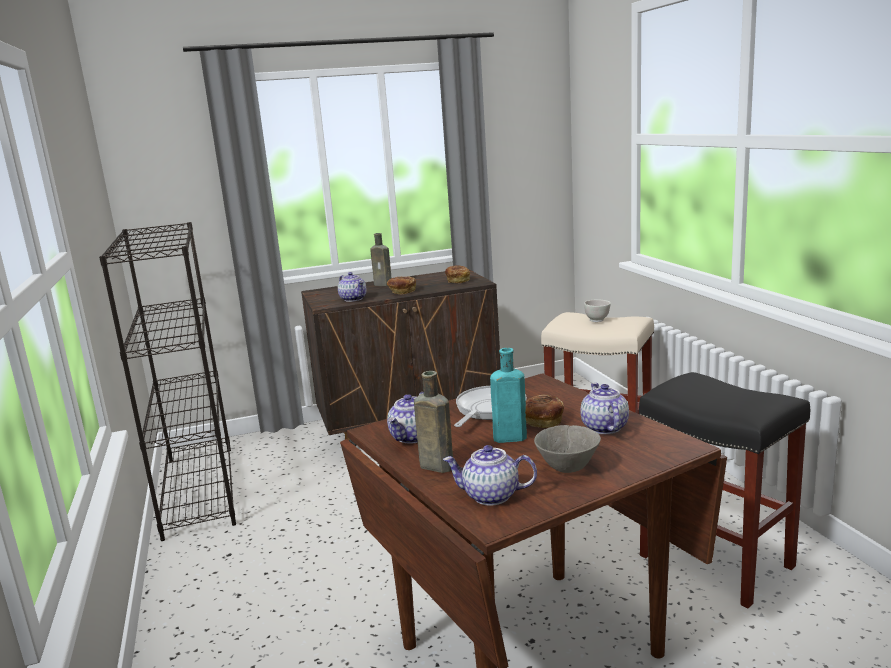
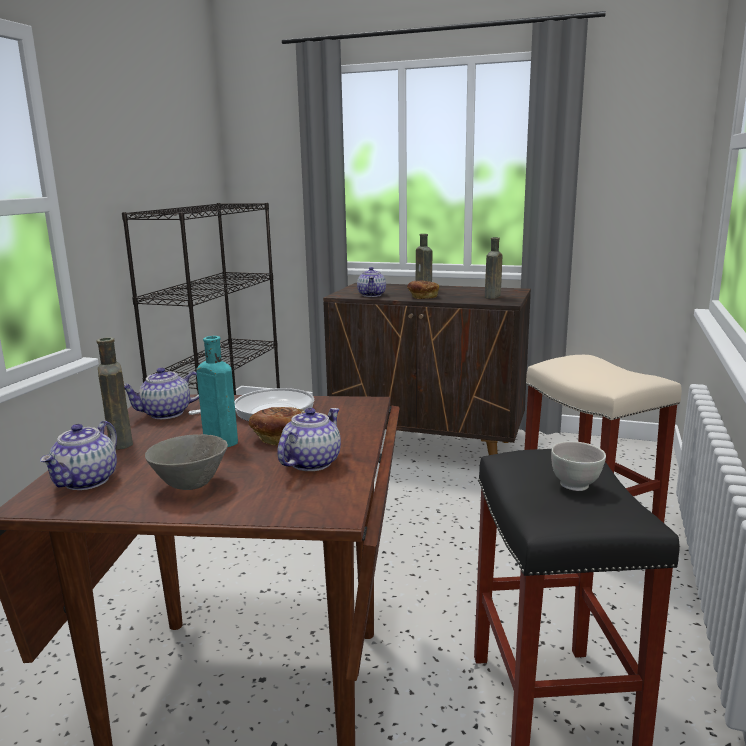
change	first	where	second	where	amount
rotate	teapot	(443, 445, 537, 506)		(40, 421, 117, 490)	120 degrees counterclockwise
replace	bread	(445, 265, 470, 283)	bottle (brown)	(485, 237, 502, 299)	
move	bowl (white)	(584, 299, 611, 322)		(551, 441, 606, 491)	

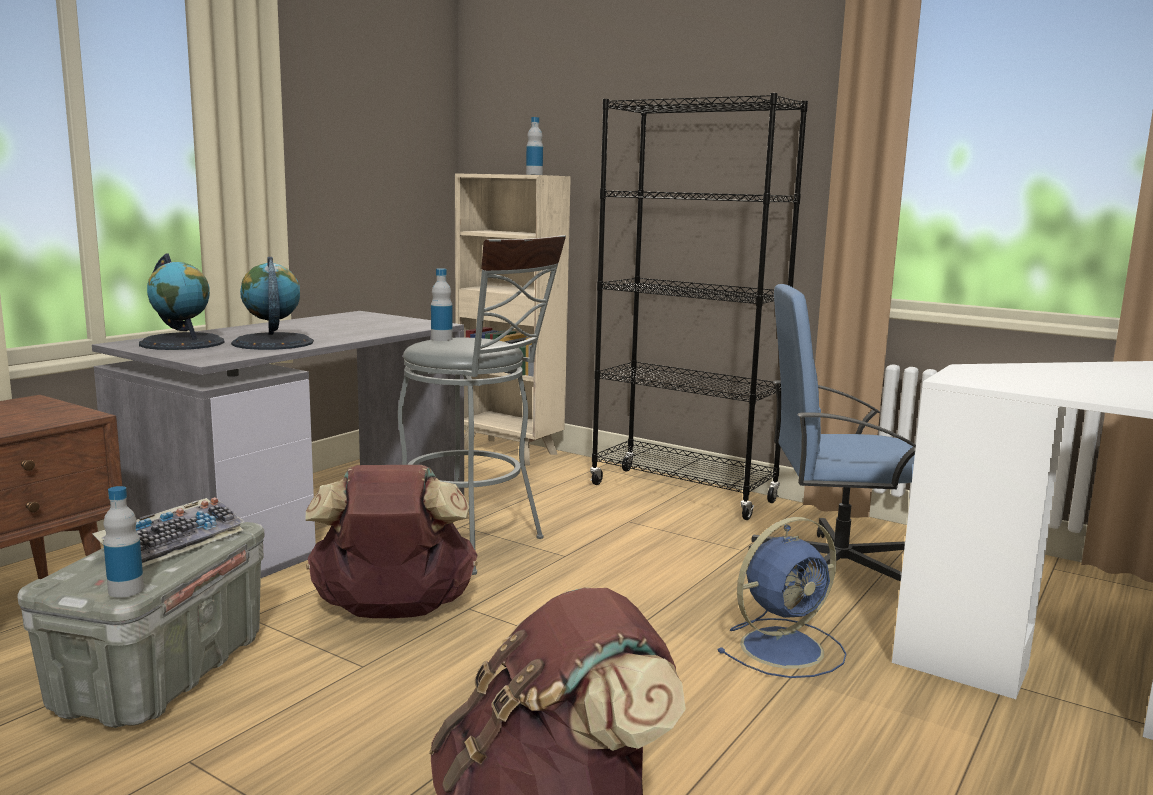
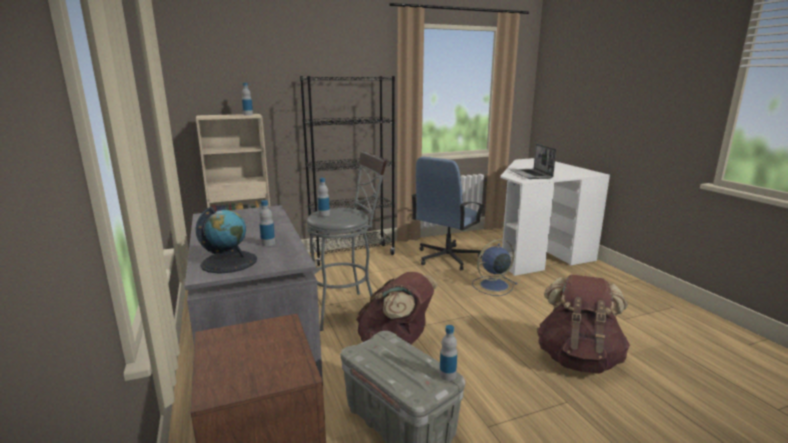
change	first	where	second	where	amount
delete	keyboard	(92, 497, 245, 567)			
replace	globe	(231, 257, 314, 350)	bottle	(259, 200, 275, 246)	
rotate	fan (blue)	(717, 517, 847, 678)		(472, 239, 517, 296)	120 degrees counterclockwise
insert			laptop	(510, 144, 556, 179)	

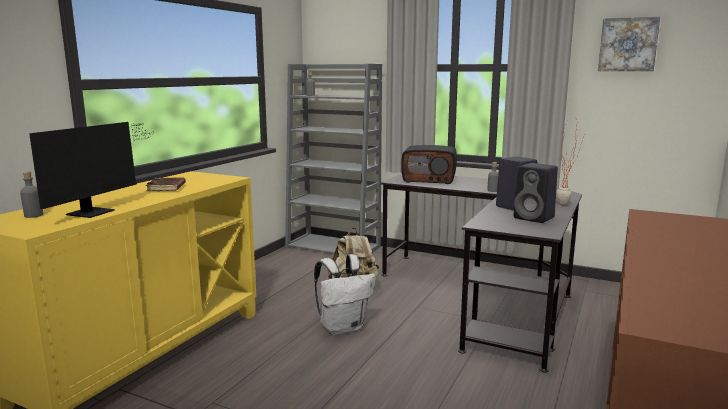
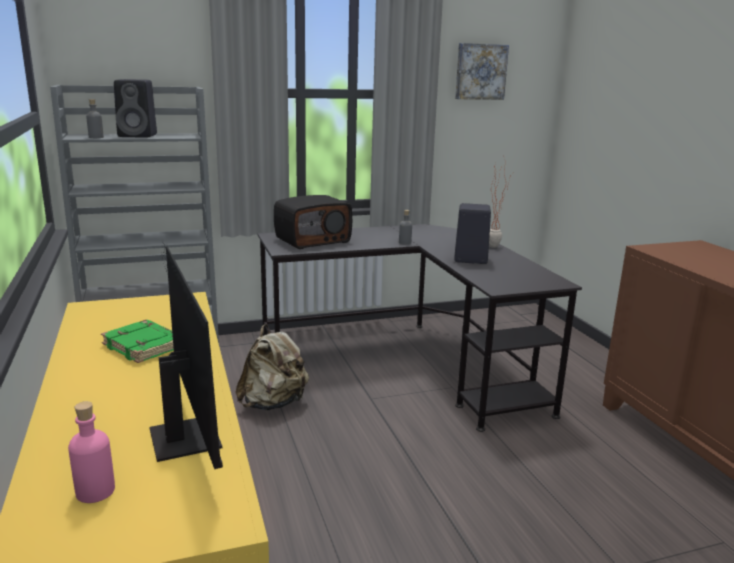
change	first	where	second	where	amount
recolor	bottle (grey)	(20, 171, 43, 218)	bottle (pink)	(68, 401, 115, 503)	
recolor	book (brown)	(146, 177, 186, 191)	book (green)	(101, 320, 174, 363)	
delete	backpack (white)	(314, 254, 375, 335)			
move	speaker (black)	(514, 163, 558, 223)		(114, 79, 157, 138)	

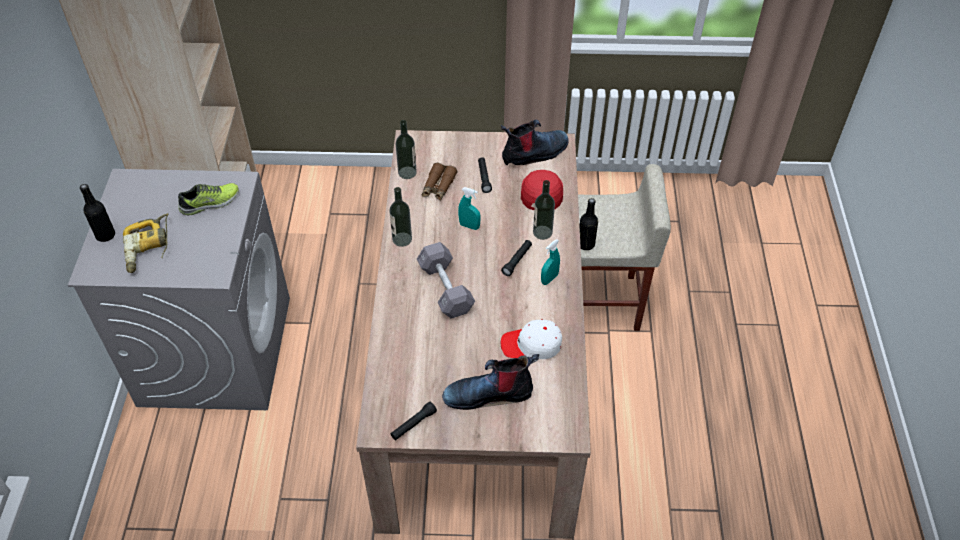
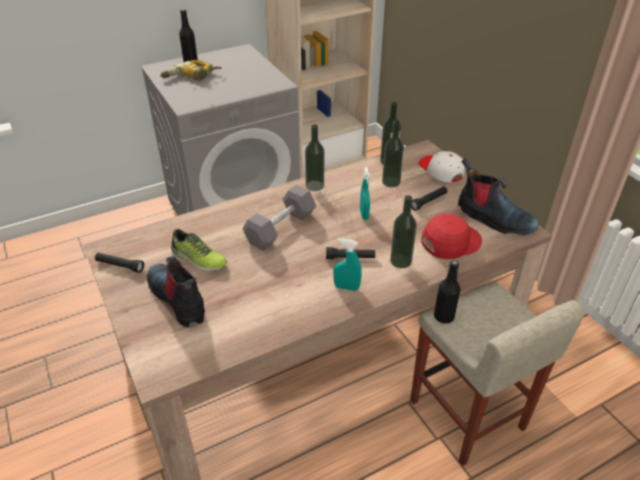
change	first	where	second	where	amount
move	shoe	(178, 183, 239, 215)		(171, 229, 227, 272)	
replace	binoculars (brown)	(422, 163, 457, 201)	bottle	(382, 121, 404, 187)	
move	cap (white)	(501, 319, 562, 359)		(419, 151, 465, 182)	

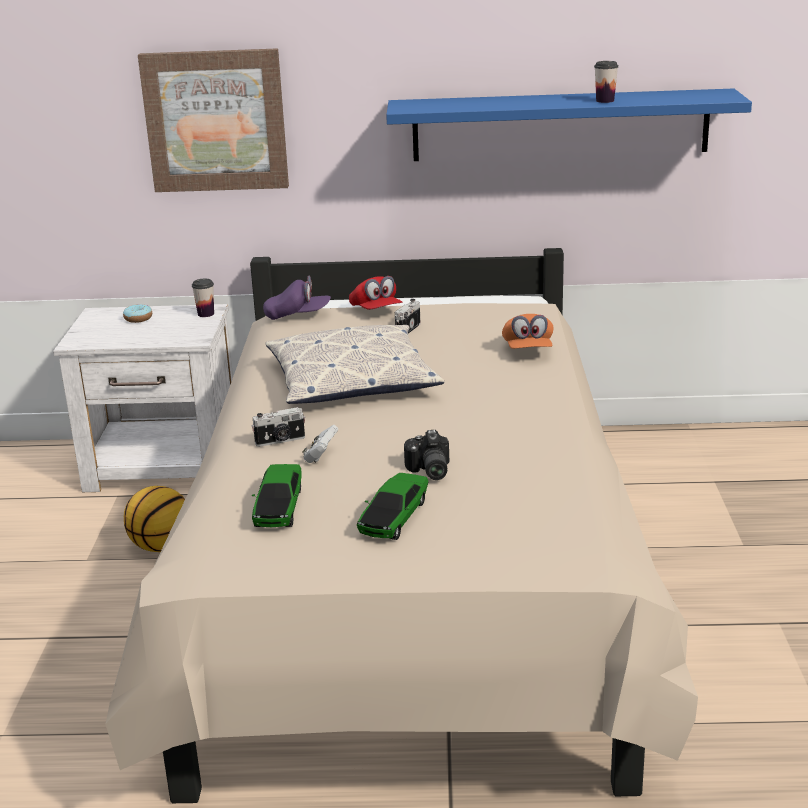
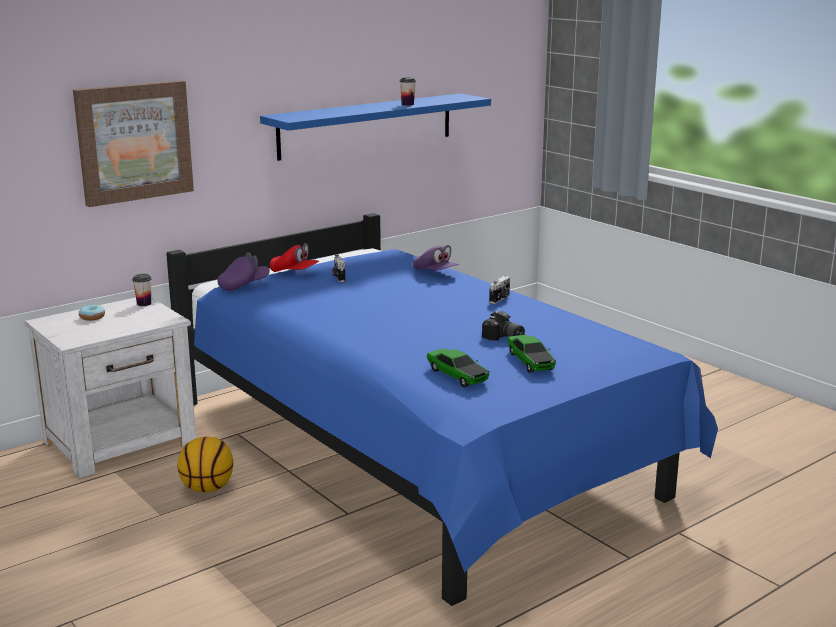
change	first	where	second	where	amount
recolor	bed (beige)	(105, 248, 698, 803)	bed (blue)	(166, 213, 718, 606)	
move	photo camera	(252, 407, 305, 447)		(489, 276, 510, 304)	
delete	pillow	(266, 325, 444, 404)			
delete	game controller (white)	(302, 425, 338, 463)			
recolor	cap (orange)	(502, 314, 553, 349)	cap (purple)	(413, 245, 459, 271)	

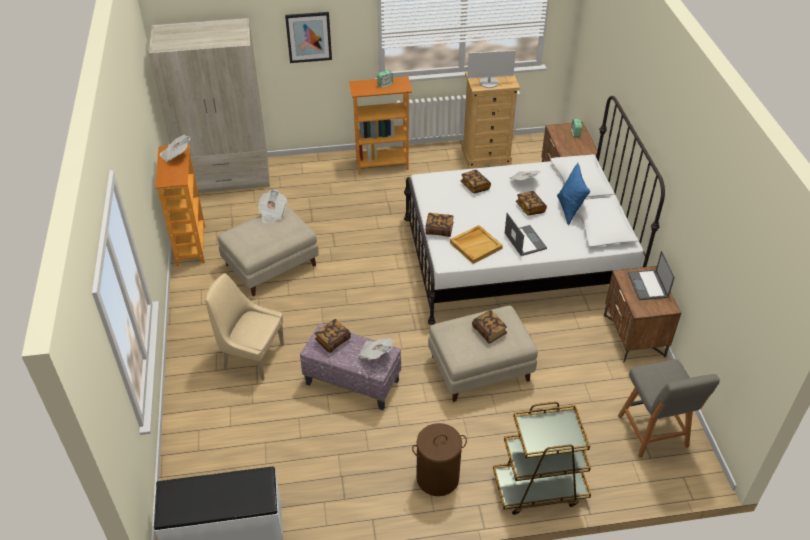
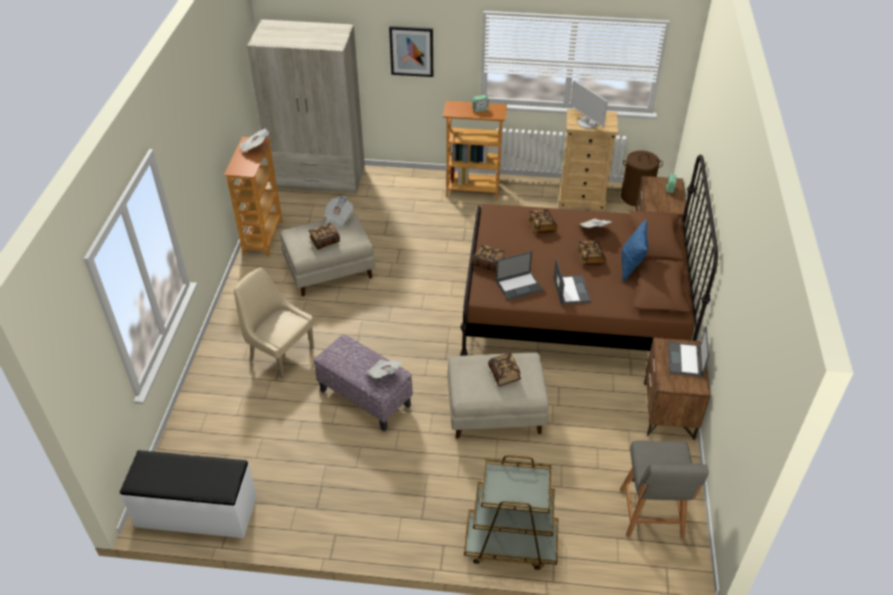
change	first	where	second	where	amount
move	book	(314, 319, 351, 353)		(309, 223, 340, 250)	
recolor	bed (white)	(404, 96, 665, 325)	bed (brown)	(460, 155, 718, 356)	
move	laundry basket (brown)	(412, 423, 467, 496)		(621, 151, 663, 206)	
replace	tray (beige)	(450, 225, 503, 264)	laptop	(496, 251, 543, 300)	
rotate	monitor	(467, 50, 516, 88)		(570, 80, 608, 129)	45 degrees clockwise

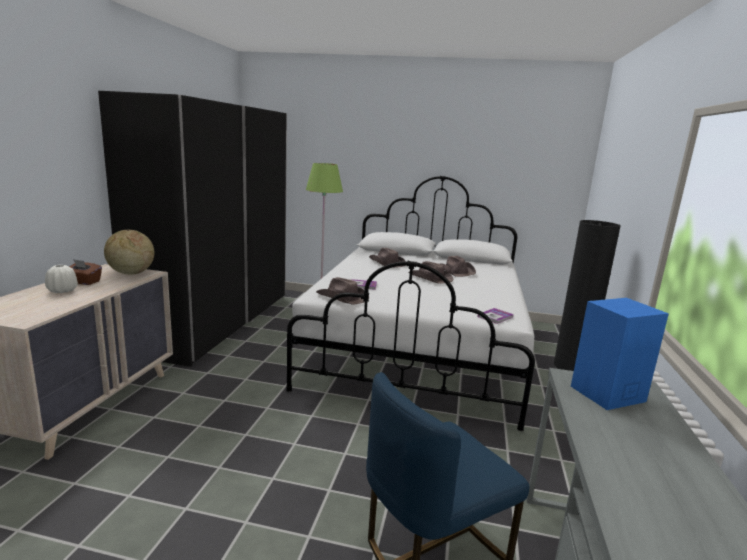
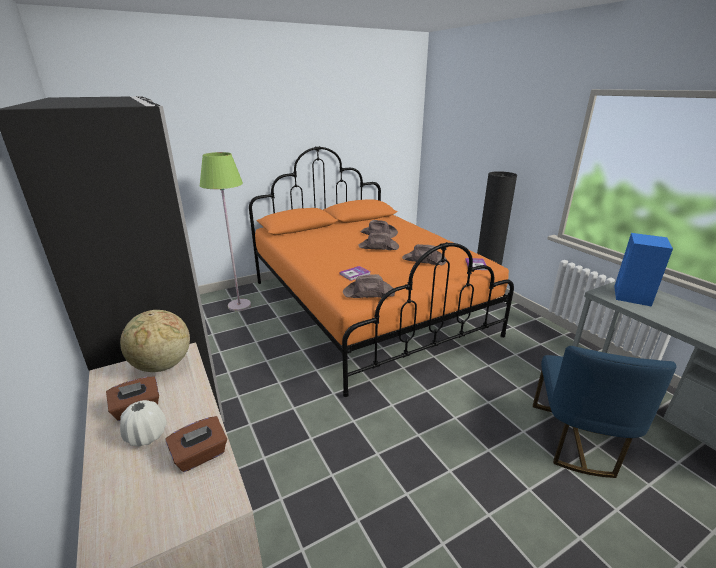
change	first	where	second	where	amount
recolor	bed (white)	(286, 176, 535, 431)	bed (orange)	(249, 146, 514, 397)	
move	hat (brown)	(369, 248, 405, 268)		(402, 244, 447, 265)	
insert			tissue box (brown)	(166, 416, 227, 472)	

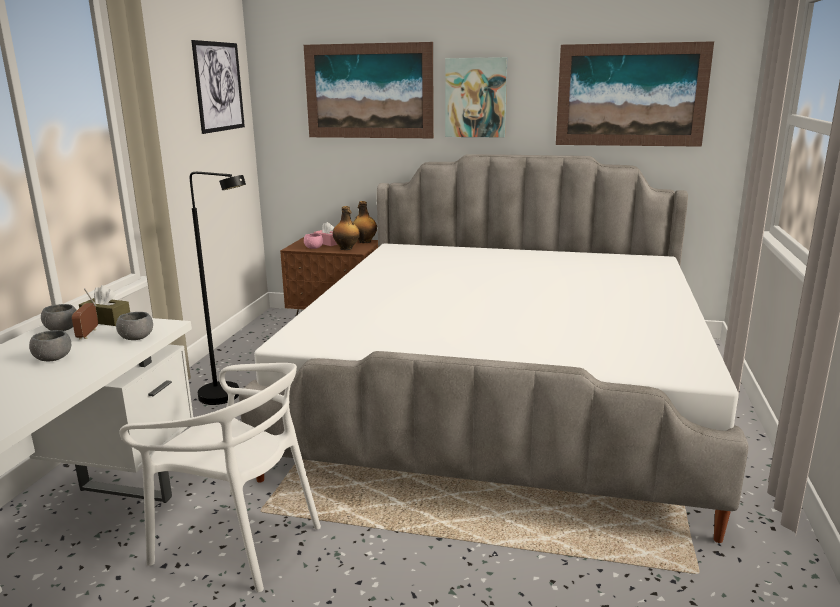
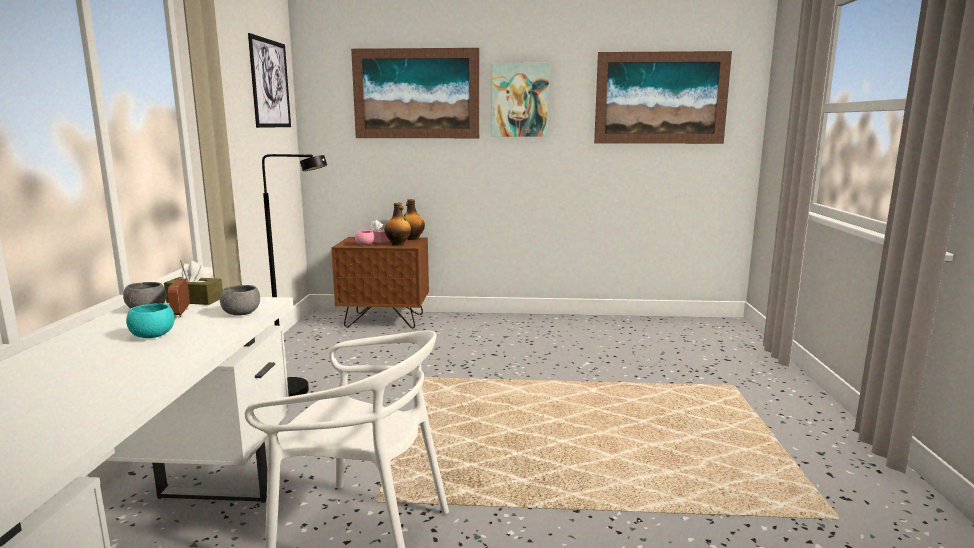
change	first	where	second	where	amount
recolor	bowl (grey)	(29, 330, 71, 361)	bowl (turquoise)	(126, 304, 175, 338)	
delete	bed	(239, 154, 748, 543)			

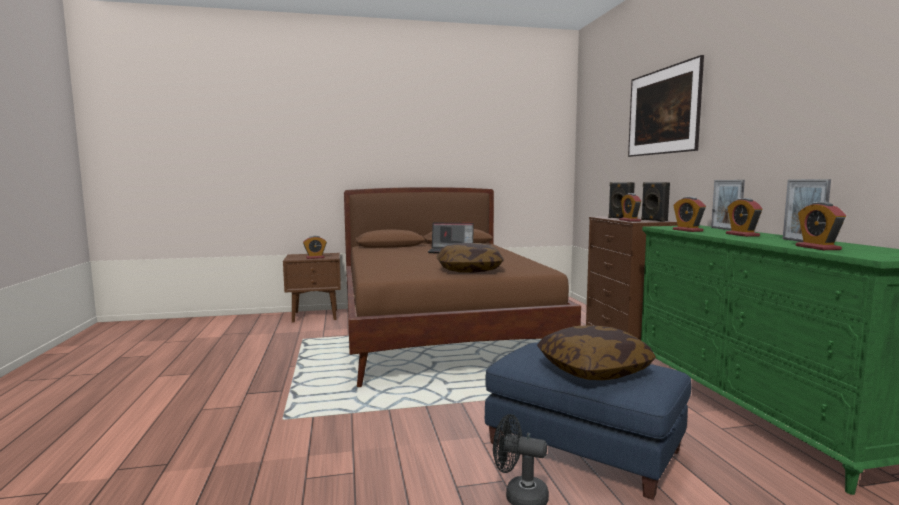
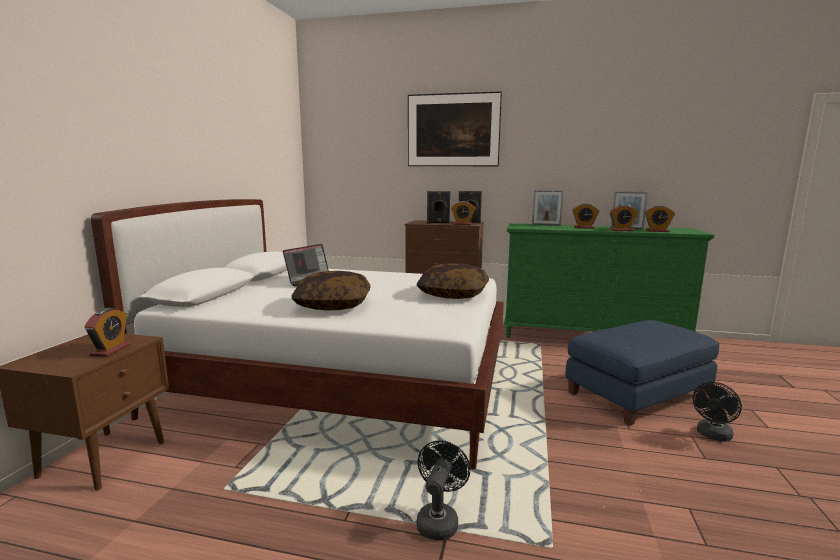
change	first	where	second	where	amount
recolor	bed (brown)	(344, 187, 581, 387)	bed (white)	(91, 199, 504, 469)	
move	pillow	(537, 325, 656, 380)		(292, 271, 370, 311)	
move	alarm clock	(673, 197, 706, 232)		(610, 205, 638, 231)	
insert			fan (black)	(416, 440, 470, 540)	

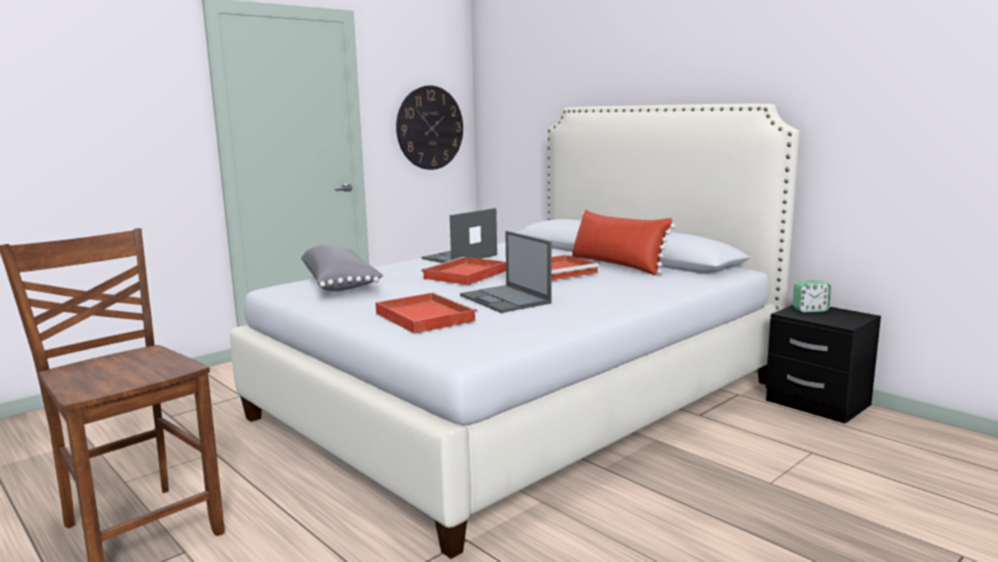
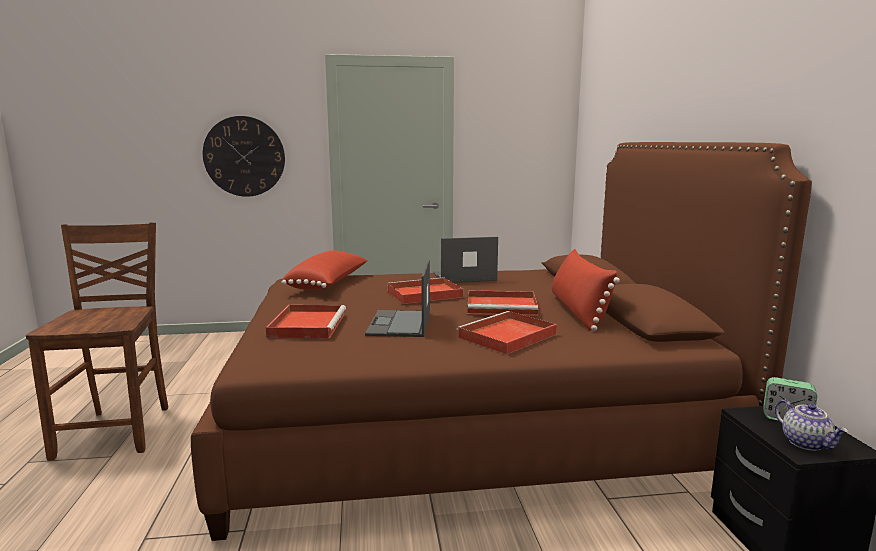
change	first	where	second	where	amount
recolor	bed (white)	(230, 104, 800, 559)	bed (brown)	(191, 142, 812, 541)	
recolor	pillow (grey)	(301, 245, 383, 291)	pillow (red)	(282, 250, 368, 290)	
move	wall clock	(396, 85, 463, 170)		(203, 116, 285, 197)	
insert			tray (red)	(456, 311, 557, 354)	
insert			teapot	(774, 400, 849, 451)	

